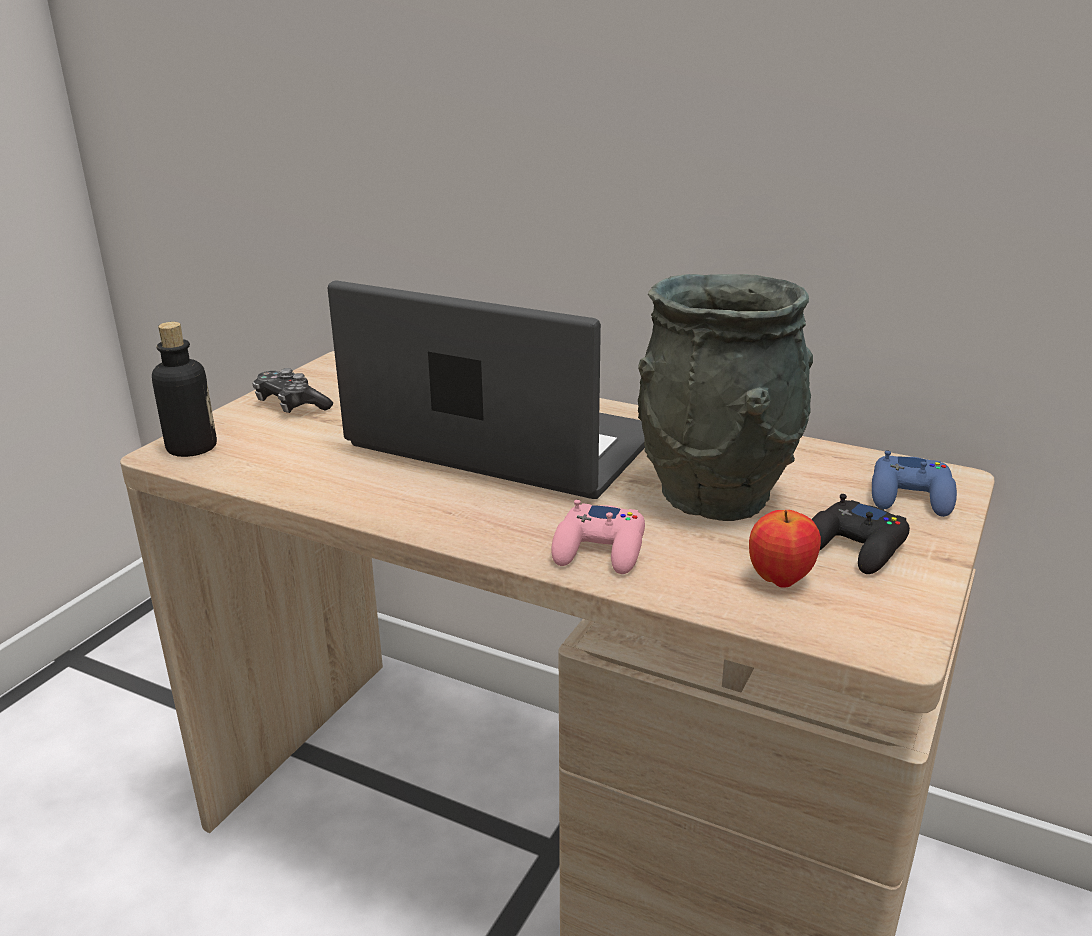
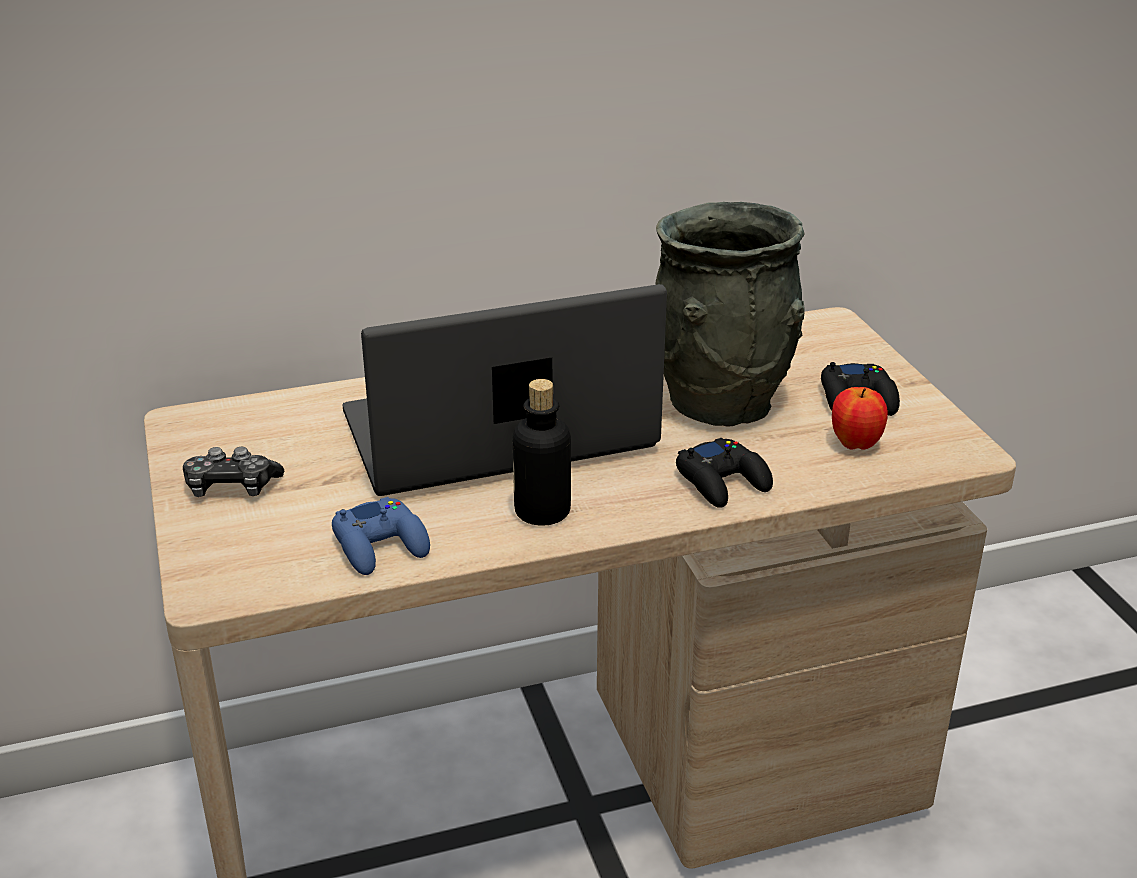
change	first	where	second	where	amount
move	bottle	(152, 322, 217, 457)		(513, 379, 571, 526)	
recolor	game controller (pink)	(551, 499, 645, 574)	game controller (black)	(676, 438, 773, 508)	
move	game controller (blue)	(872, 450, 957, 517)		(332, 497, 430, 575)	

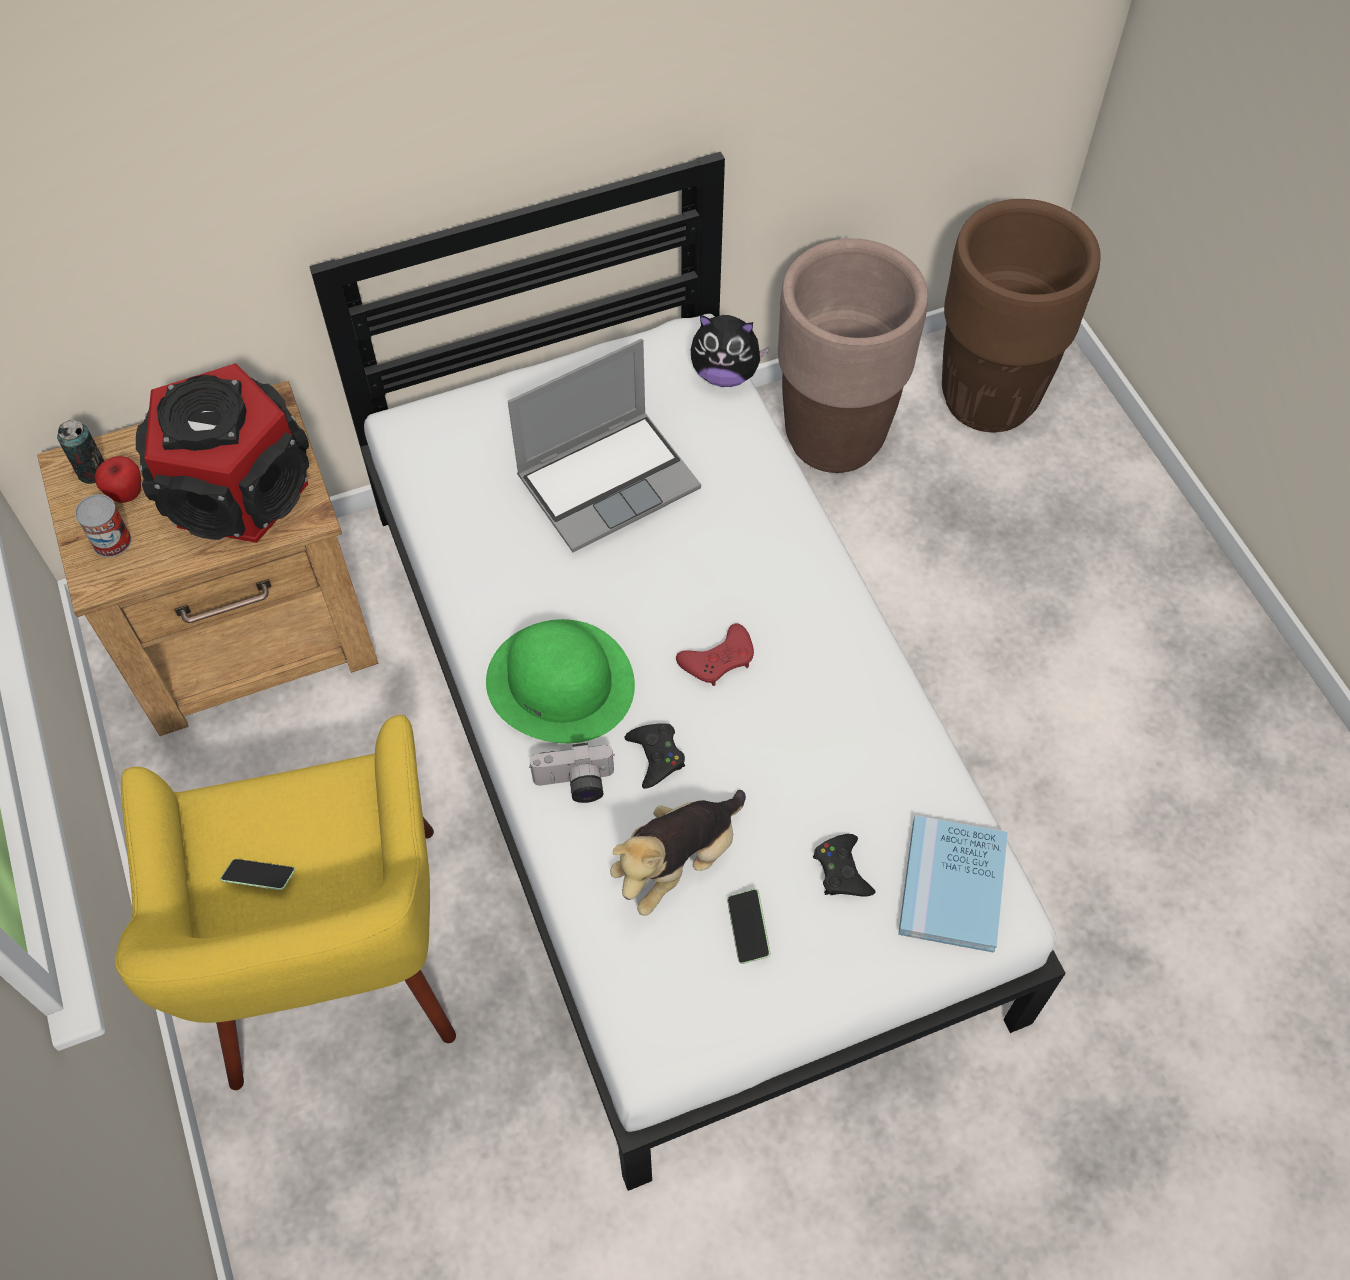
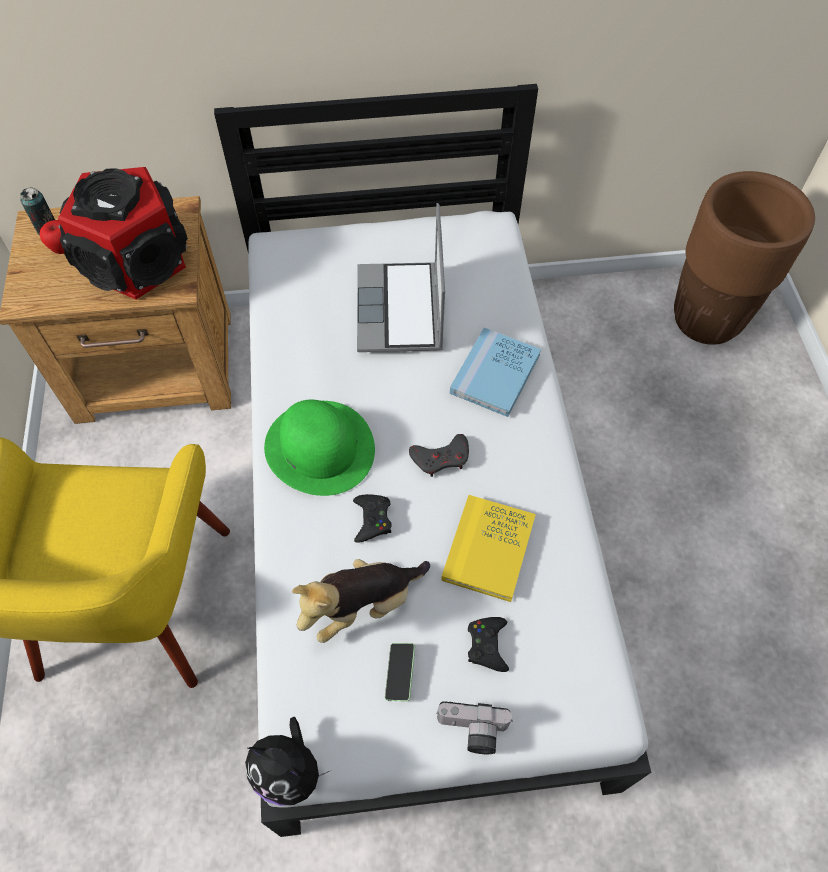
change	first	where	second	where	amount
delete	can	(75, 494, 132, 557)			
delete	phone	(220, 859, 295, 890)			
rotate	laptop	(508, 339, 701, 552)		(357, 203, 445, 352)	105 degrees clockwise
move	photo camera	(529, 742, 615, 803)		(437, 701, 512, 754)	
recolor	game controller (red)	(676, 623, 754, 686)	game controller (grey)	(409, 434, 469, 477)	
move	plush toy	(691, 315, 769, 387)		(245, 717, 332, 806)	
delete	planter (brown)	(778, 238, 928, 473)			
move	book (blue)	(898, 815, 1008, 953)		(450, 327, 541, 417)	
insert			book (yellow)	(441, 495, 536, 602)	

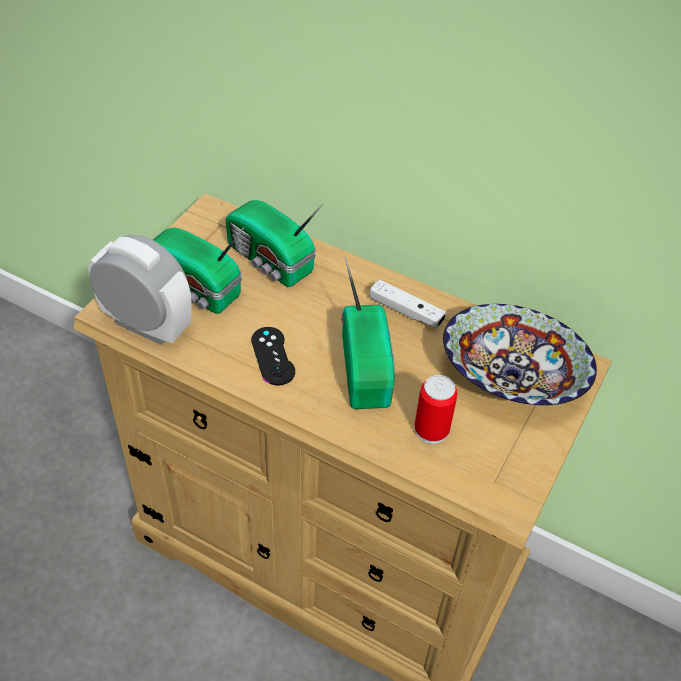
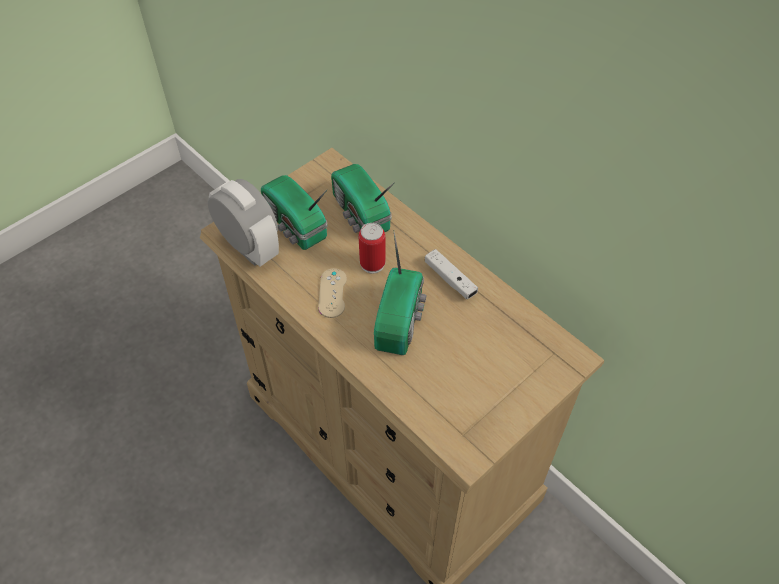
change	first	where	second	where	amount
recolor	game controller (black)	(251, 327, 295, 386)	game controller (beige)	(318, 268, 347, 318)	
move	can	(414, 375, 458, 444)		(359, 223, 386, 273)	
delete	bowl	(443, 304, 597, 406)			

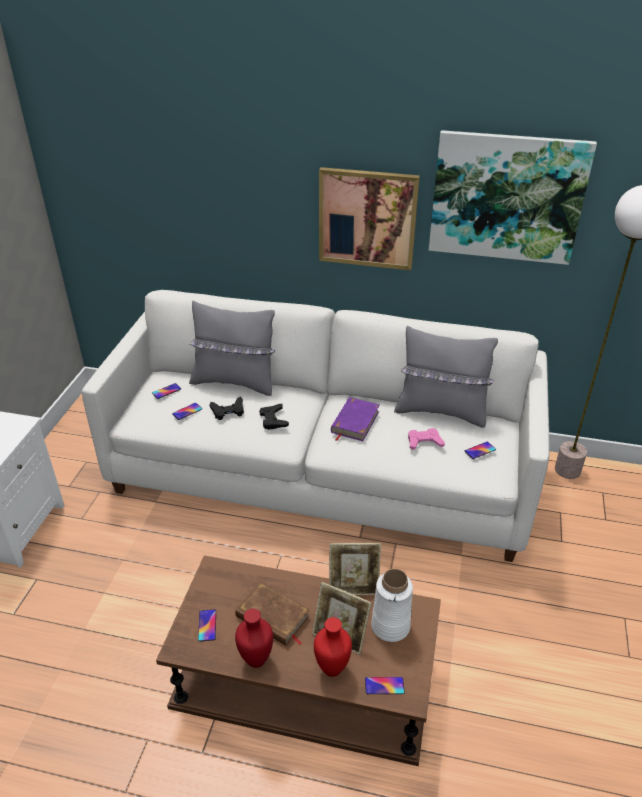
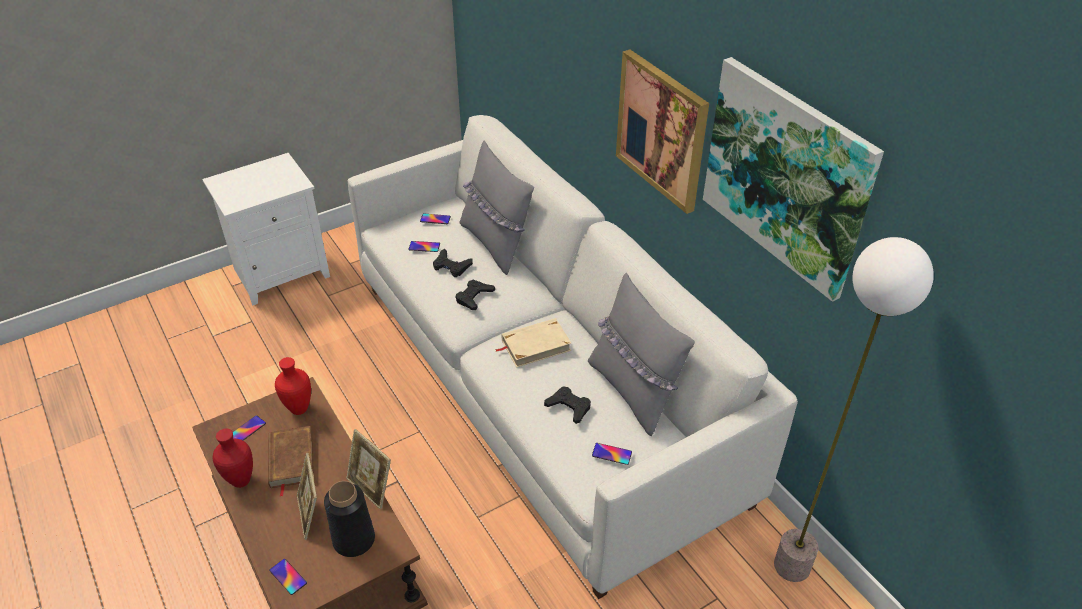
change	first	where	second	where	amount
move	vase (red)	(314, 617, 352, 677)		(275, 357, 311, 415)	
recolor	book (purple)	(331, 397, 379, 441)	book (beige)	(495, 318, 571, 368)	
recolor	vase (white)	(371, 569, 413, 642)	vase (black)	(324, 481, 375, 557)	
recolor	game controller (pink)	(408, 428, 445, 450)	game controller (black)	(544, 387, 591, 424)	

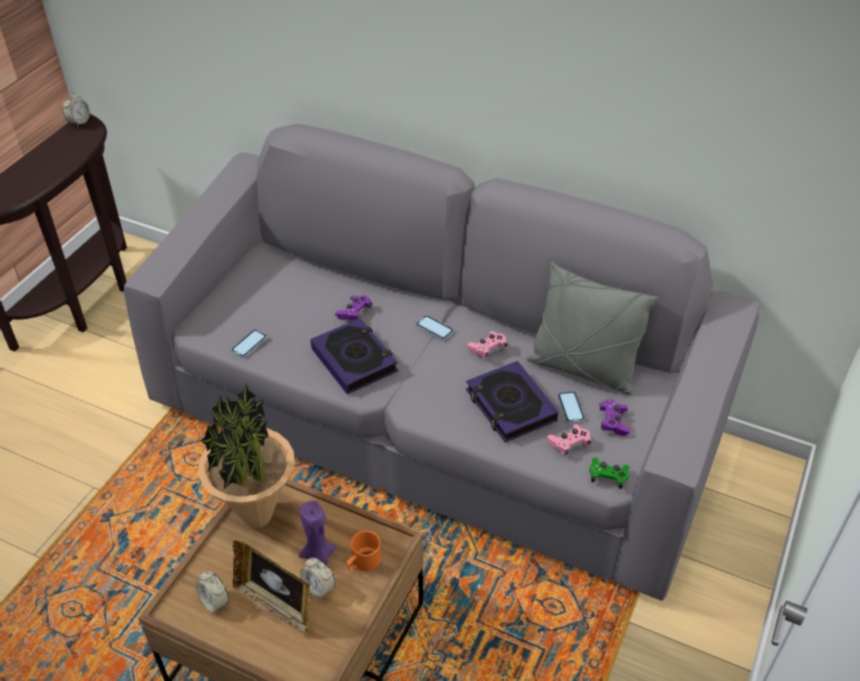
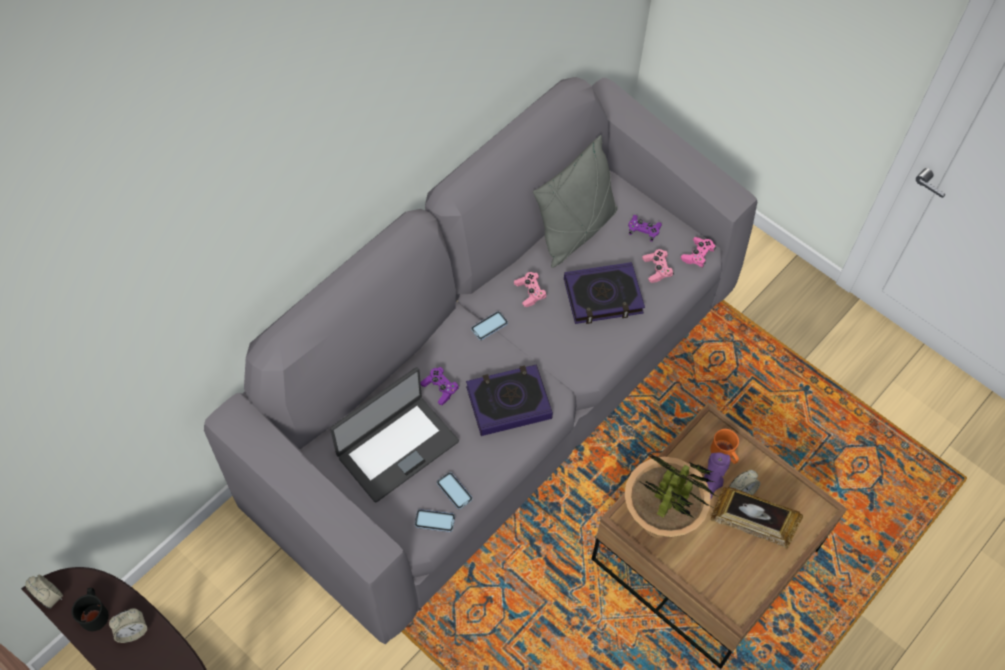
change	first	where	second	where	amount
move	alarm clock	(195, 571, 229, 614)		(109, 608, 147, 643)	
rotate	picture frame	(232, 540, 310, 637)		(711, 487, 803, 549)	60 degrees clockwise
move	phone	(557, 391, 585, 423)		(415, 509, 455, 532)	
recolor	game controller (green)	(589, 458, 630, 489)	game controller (pink)	(681, 237, 716, 267)	
insert			mug (black)	(72, 588, 109, 631)	
insert			laptop	(330, 367, 459, 503)	

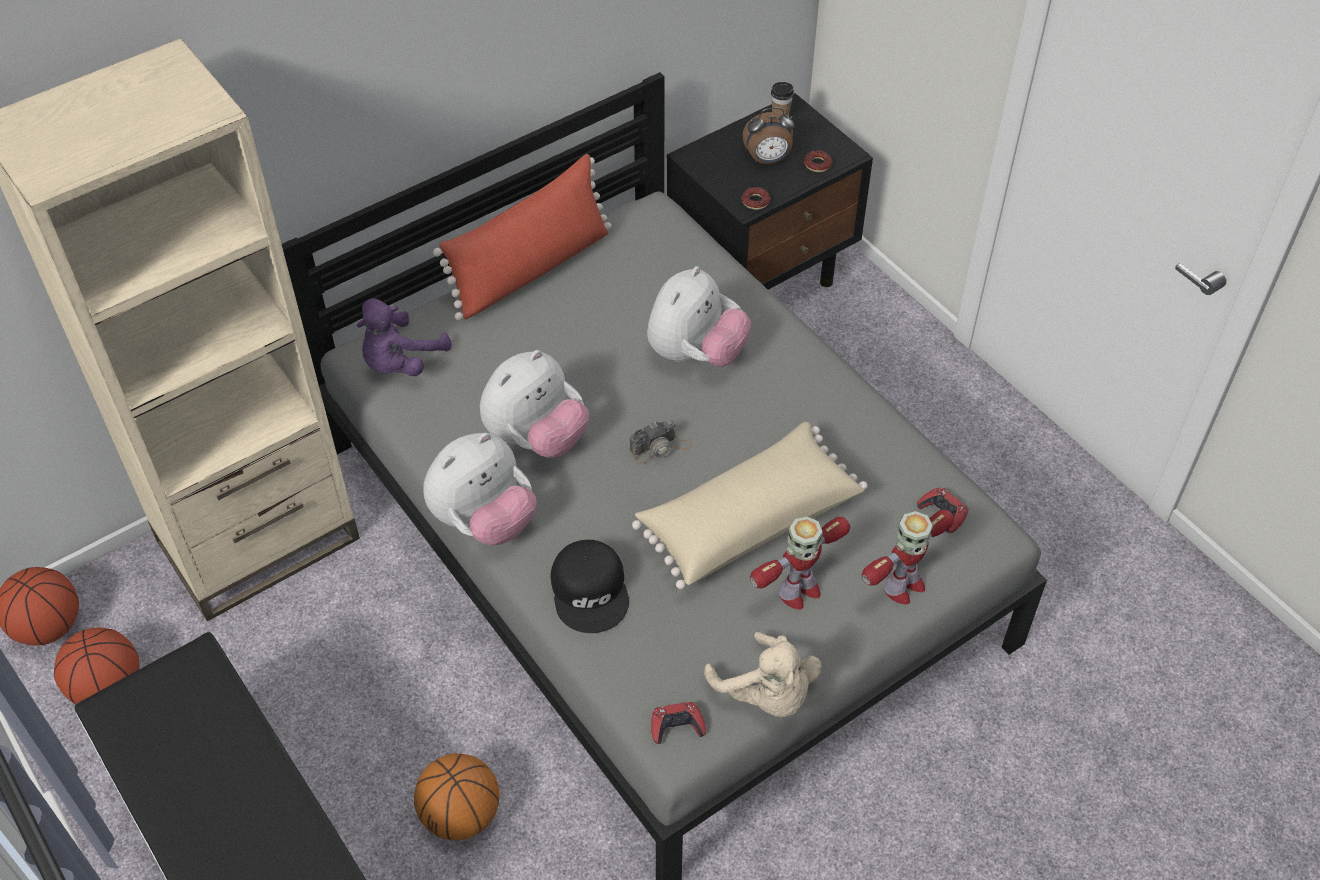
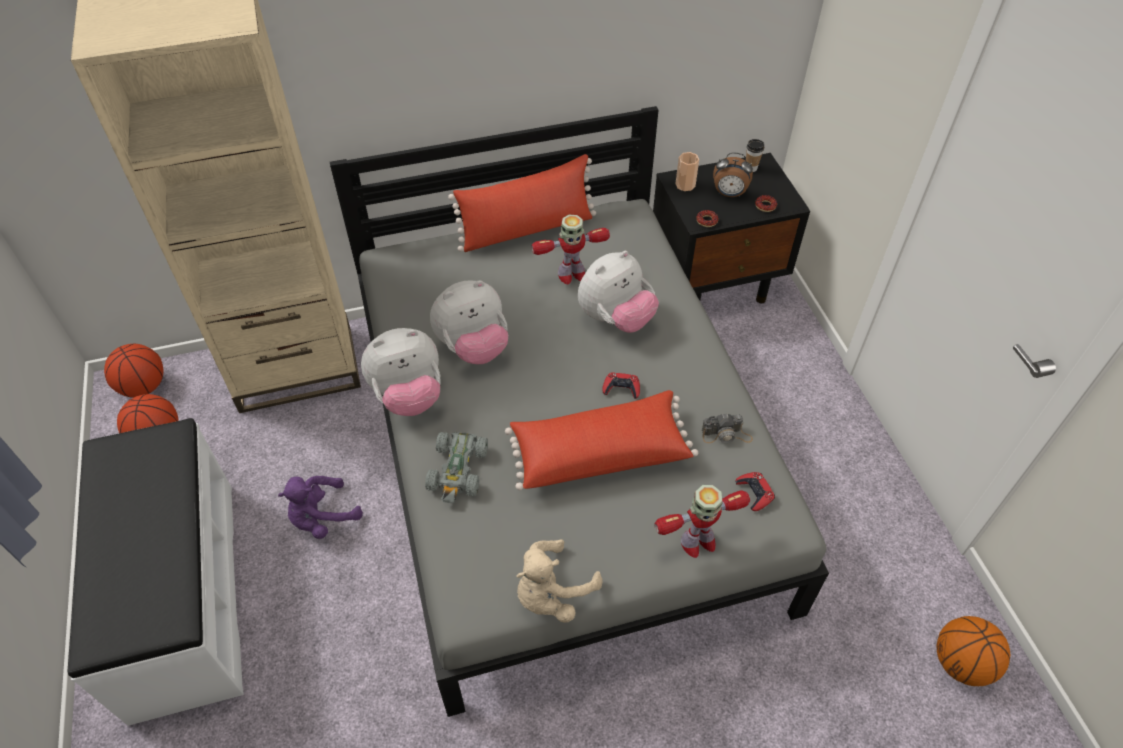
change	first	where	second	where	amount
move	plush toy (purple)	(356, 298, 452, 376)		(278, 476, 363, 539)	
move	basketball	(414, 753, 500, 841)		(936, 616, 1010, 686)	
replace	cap (black)	(551, 540, 629, 633)	toy car (grey)	(425, 432, 488, 503)	
move	photo camera	(630, 420, 692, 464)		(702, 414, 753, 443)	
recolor	pillow (beige)	(632, 422, 868, 590)	pillow (red)	(505, 390, 698, 490)	
move	game controller (red)	(651, 702, 706, 744)		(602, 372, 640, 399)	
rotate	plush toy (beige)	(704, 632, 822, 717)		(517, 539, 602, 623)	60 degrees clockwise
move	toy robot	(750, 516, 850, 610)		(532, 215, 610, 284)	
insert			cup	(675, 152, 699, 191)	

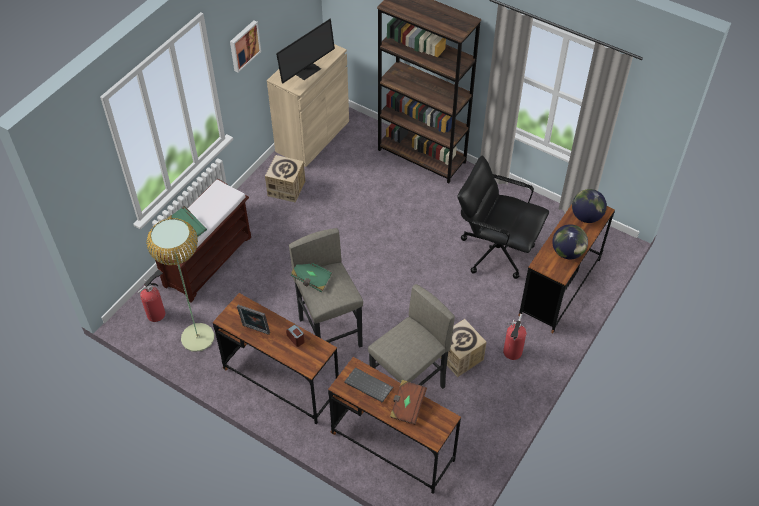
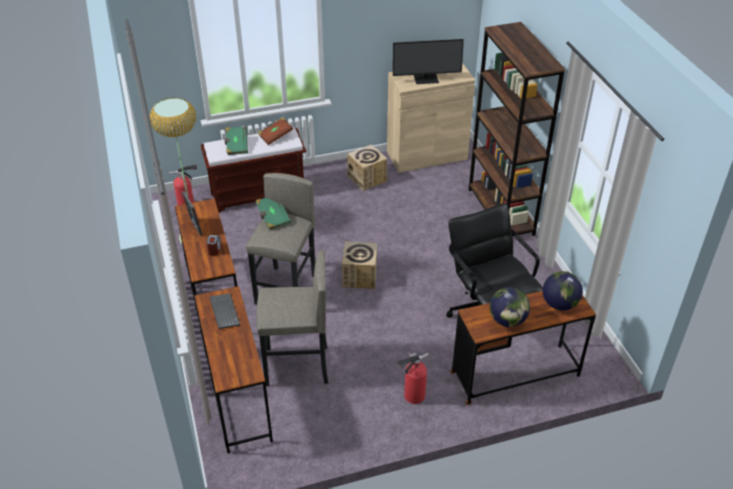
change	first	where	second	where	amount
delete	picture	(230, 20, 261, 73)			
move	book (brown)	(390, 380, 427, 425)		(258, 117, 293, 145)	
move	cardboard box	(440, 319, 486, 377)		(342, 242, 377, 289)	

